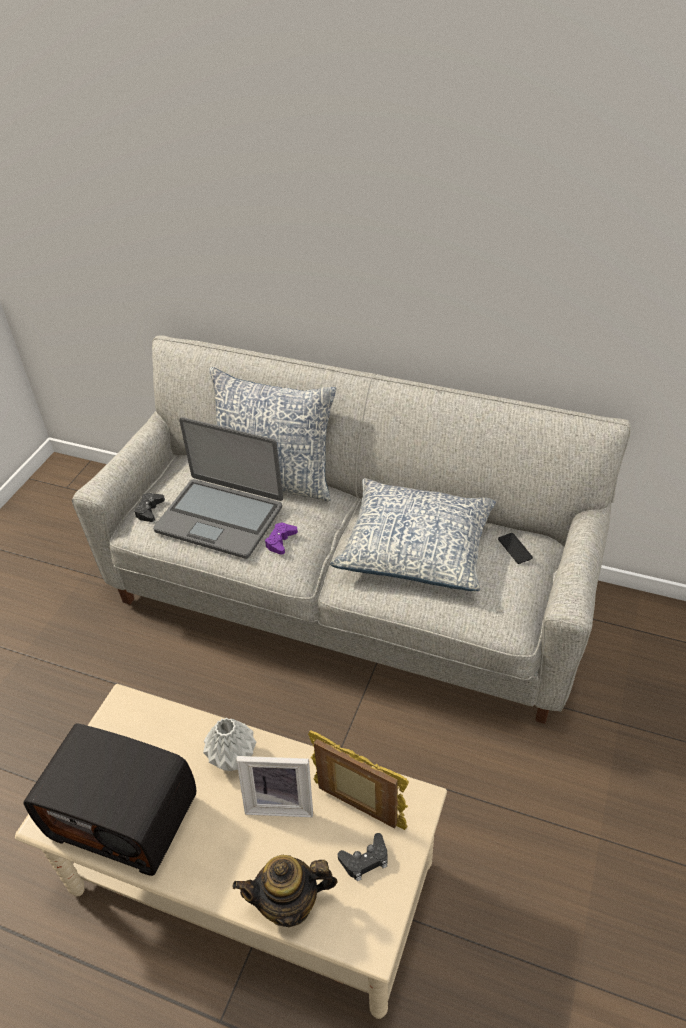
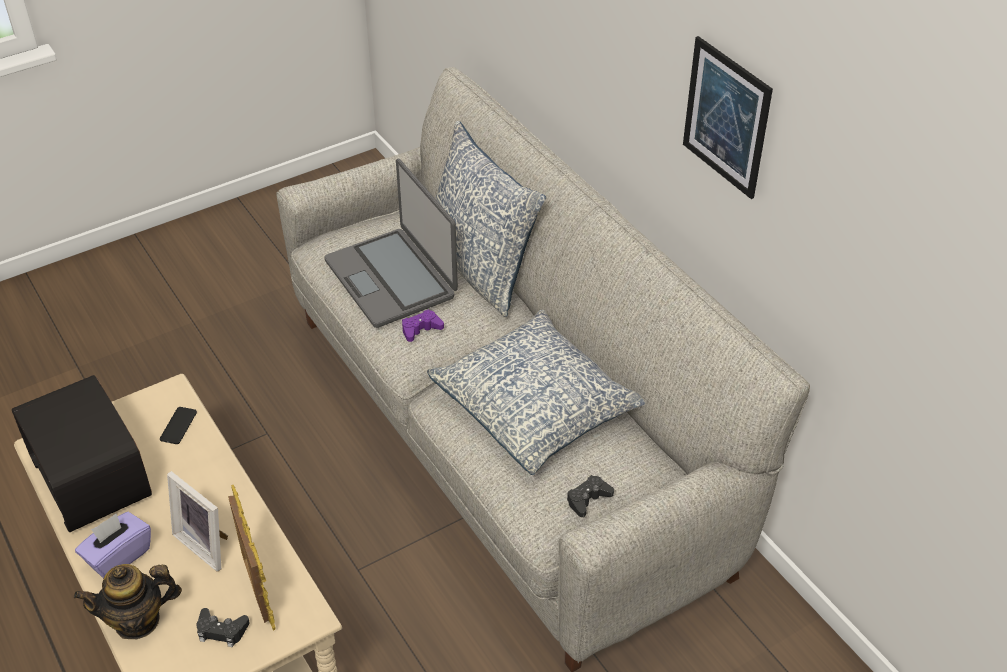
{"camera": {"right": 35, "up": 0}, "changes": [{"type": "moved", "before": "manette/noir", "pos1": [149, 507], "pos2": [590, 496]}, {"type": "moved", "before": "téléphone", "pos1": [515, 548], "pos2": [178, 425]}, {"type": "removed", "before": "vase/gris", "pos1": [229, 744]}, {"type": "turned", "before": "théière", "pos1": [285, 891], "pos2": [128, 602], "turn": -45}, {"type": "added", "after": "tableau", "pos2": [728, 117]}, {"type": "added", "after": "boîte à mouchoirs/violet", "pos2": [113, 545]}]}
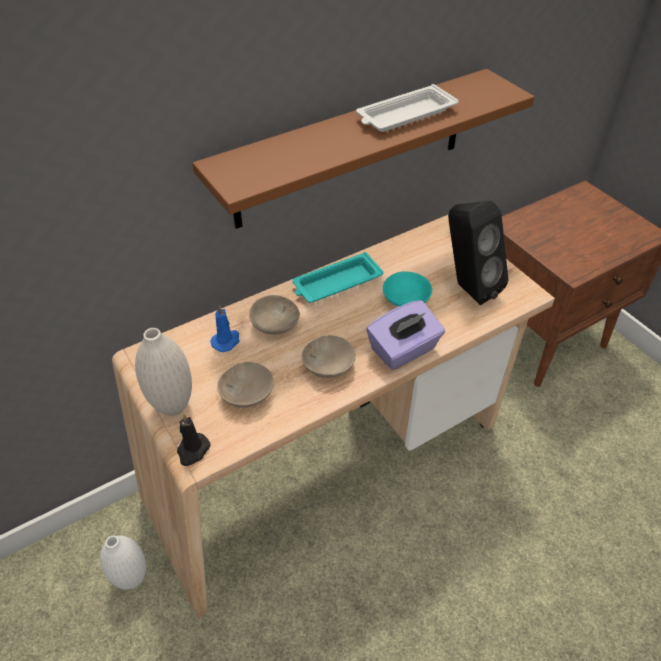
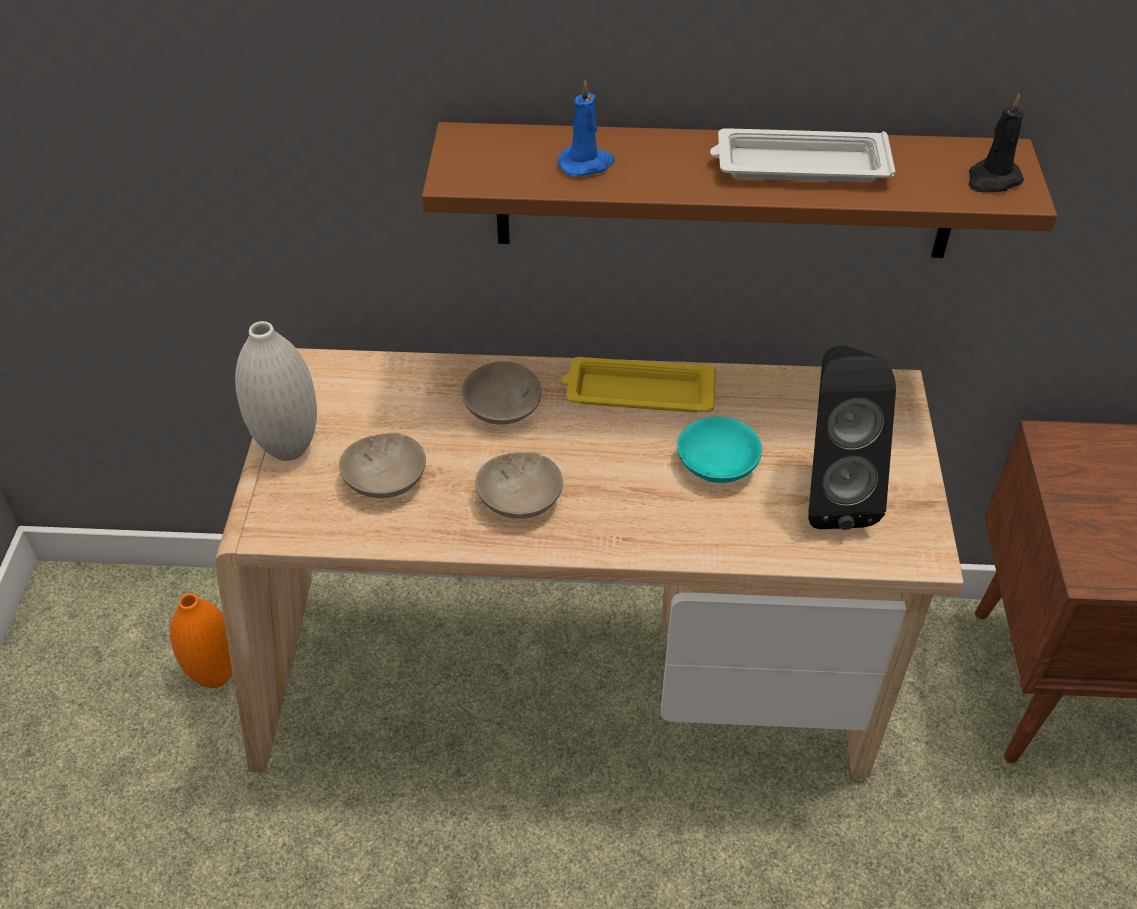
{"camera": {"right": 35, "up": 0}, "changes": [{"type": "recoloured", "before": "plateau/turquoise", "after": "plateau/jaune", "pos1": [338, 277], "pos2": [639, 384]}, {"type": "removed", "before": "boîte à mouchoirs/violet", "pos1": [405, 335]}, {"type": "moved", "before": "bougie/bleu", "pos1": [225, 328], "pos2": [586, 128]}, {"type": "moved", "before": "bougie/noir", "pos1": [193, 440], "pos2": [996, 143]}, {"type": "recoloured", "before": "vase/blanc", "after": "vase/orange", "pos1": [123, 563], "pos2": [201, 641]}]}
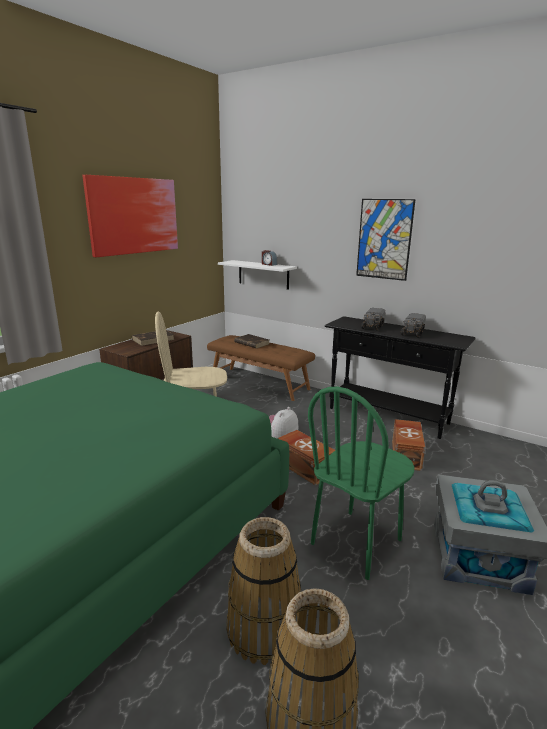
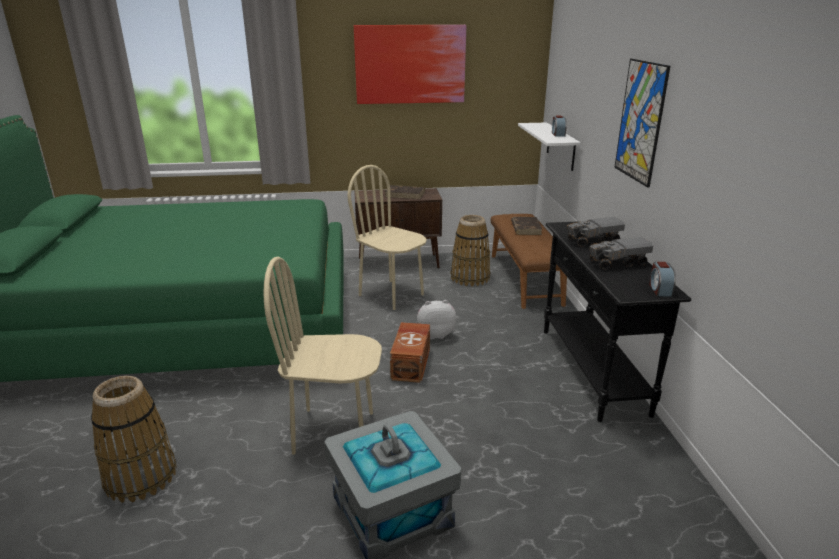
{"camera": {"right": 50, "up": 5}, "changes": [{"type": "recoloured", "before": "chaise/vert", "after": "chaise/beige", "pos1": [361, 483], "pos2": [323, 356]}, {"type": "removed", "before": "boîte de rangement/marron", "pos1": [408, 445]}, {"type": "moved", "before": "panier", "pos1": [263, 591], "pos2": [470, 251]}, {"type": "added", "after": "réveil", "pos2": [662, 279]}]}
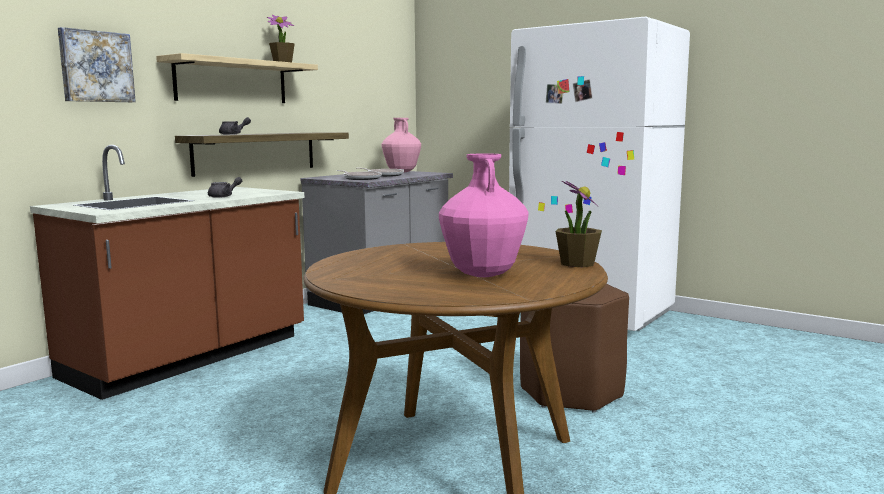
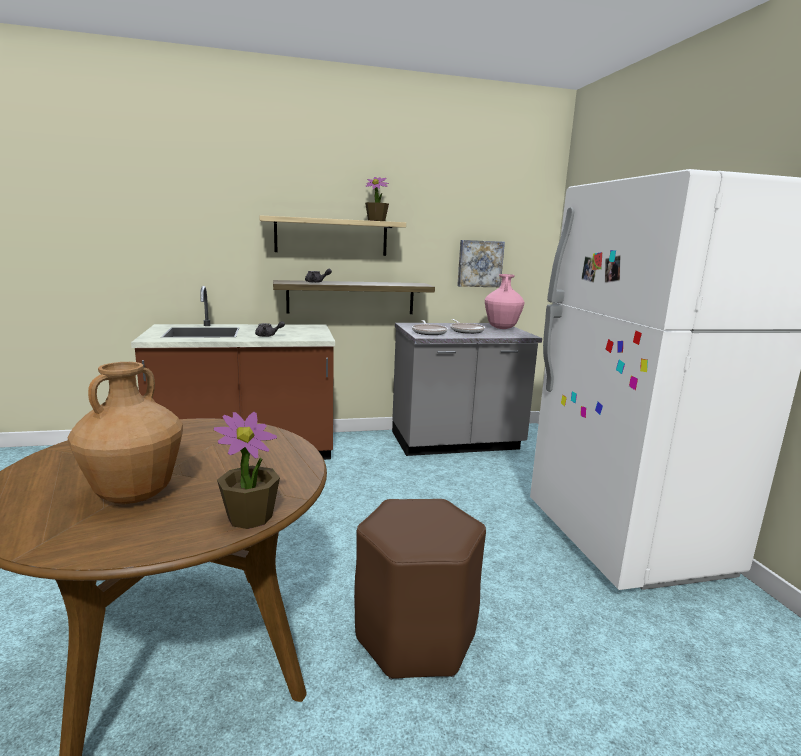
{"camera": {"right": 40, "up": 5}, "changes": [{"type": "moved", "before": "tableau", "pos1": [97, 64], "pos2": [481, 263]}, {"type": "recoloured", "before": "vase/rose", "after": "vase/marron", "pos1": [483, 215], "pos2": [125, 433]}]}
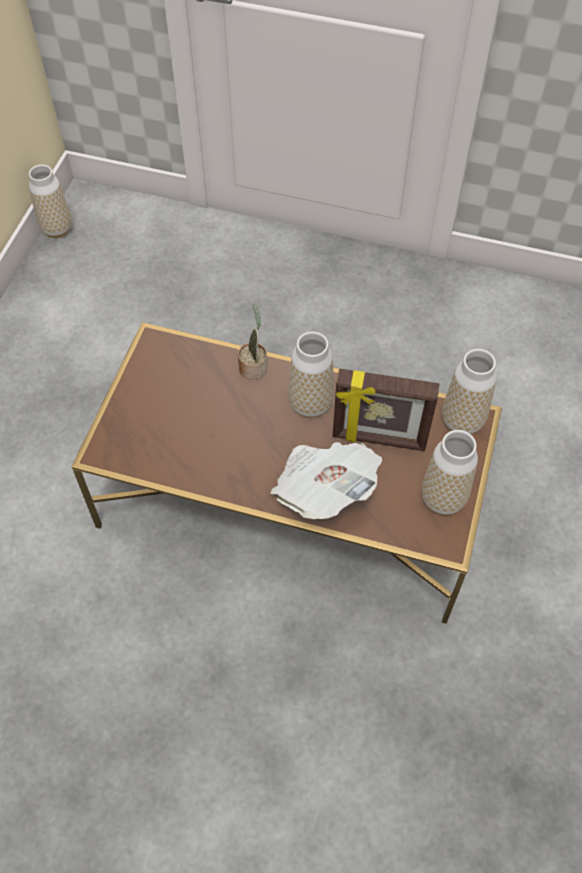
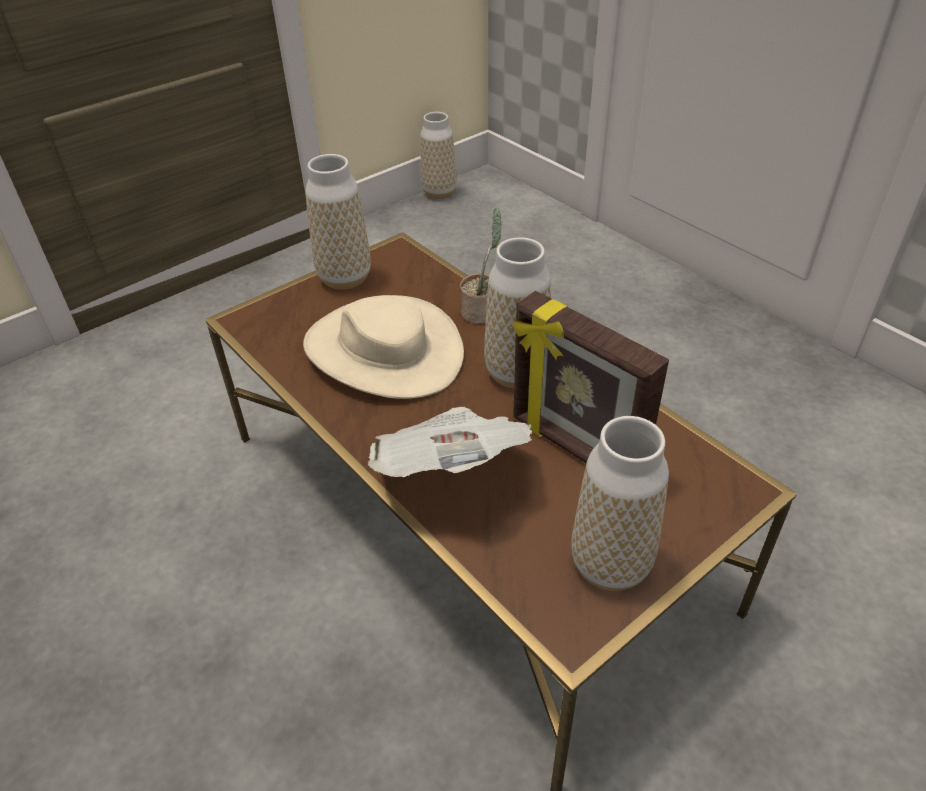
{"camera": {"right": 35, "up": -15}, "changes": [{"type": "moved", "before": "vase", "pos1": [469, 391], "pos2": [338, 222]}, {"type": "added", "after": "chapeau/beige", "pos2": [383, 347]}]}
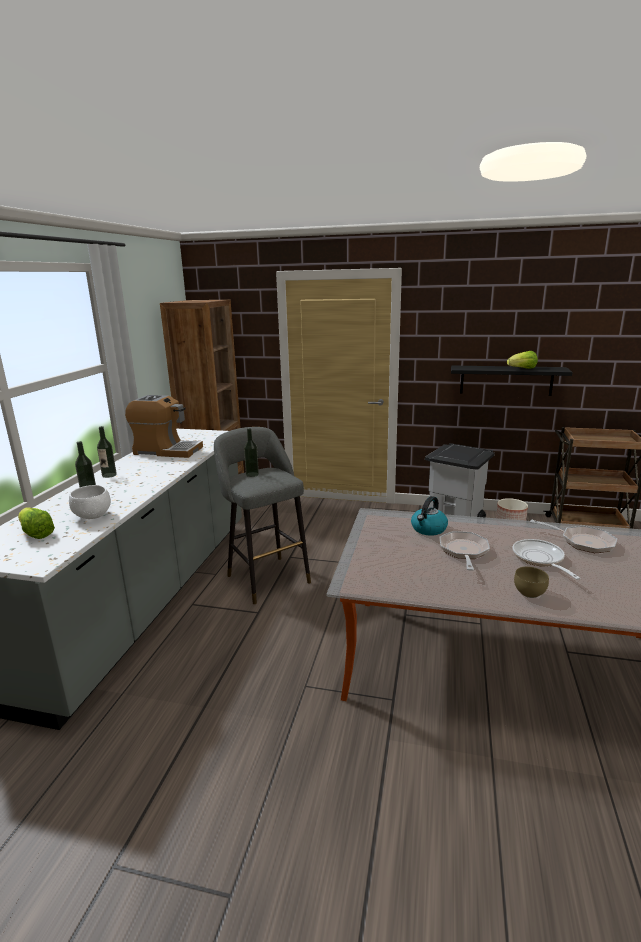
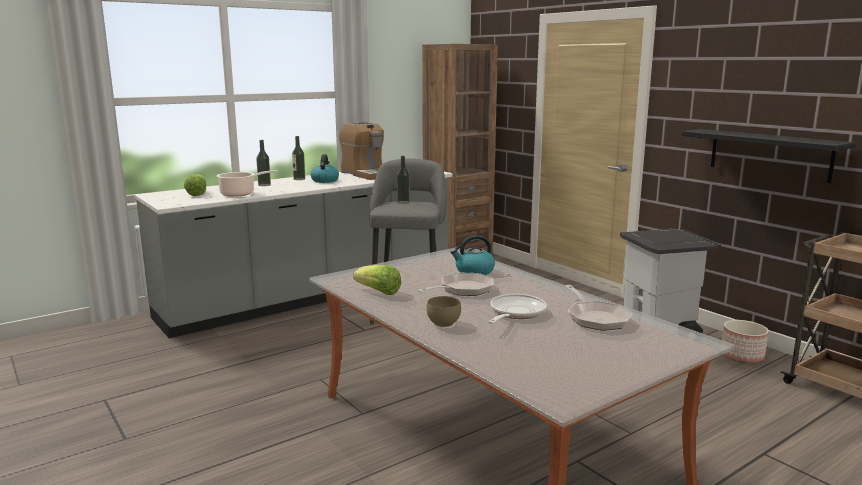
{"camera": {"right": 40, "up": -5}, "changes": [{"type": "moved", "before": "laitue", "pos1": [522, 360], "pos2": [377, 280]}, {"type": "replaced", "before": "bol/blanc", "after": "marmite", "pos1": [90, 502], "pos2": [247, 183]}, {"type": "added", "after": "bouilloire", "pos2": [325, 168]}]}
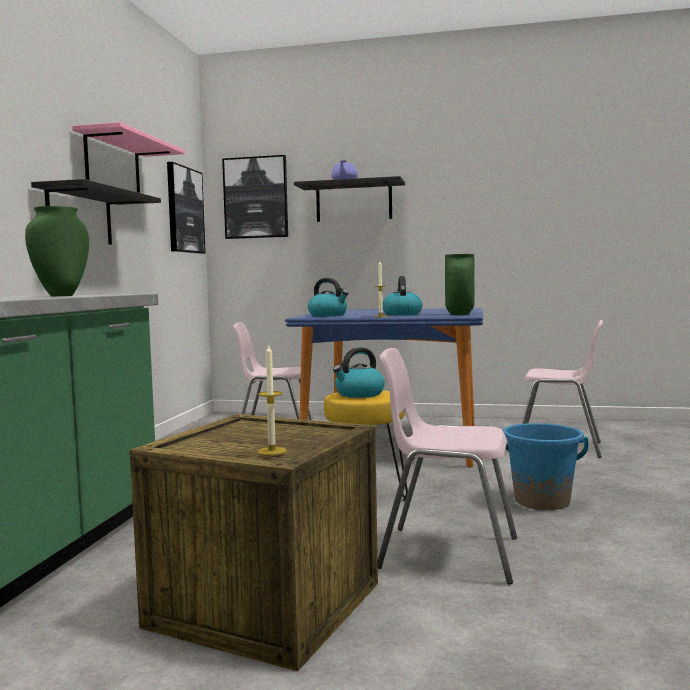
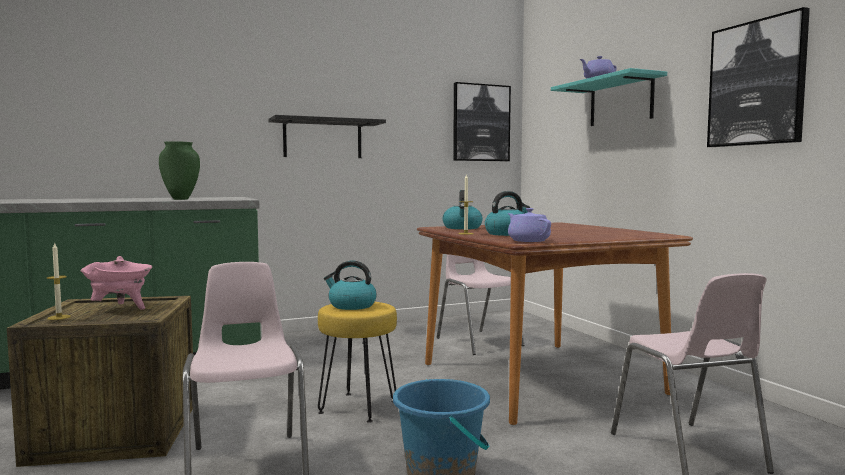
{"camera": {"right": 55, "up": 0}, "changes": [{"type": "removed", "before": "étagère/rose", "pos1": [128, 157]}, {"type": "moved", "before": "tableau", "pos1": [255, 197], "pos2": [758, 77]}, {"type": "recoloured", "before": "étagère/noir", "after": "étagère/turquoise", "pos1": [349, 199], "pos2": [609, 97]}, {"type": "replaced", "before": "vase/vert", "after": "théière/violet", "pos1": [459, 284], "pos2": [529, 225]}, {"type": "recoloured", "before": "table à manger/bleu", "after": "table à manger/marron", "pos1": [384, 388], "pos2": [555, 323]}, {"type": "added", "after": "marmite/rose", "pos2": [116, 283]}]}
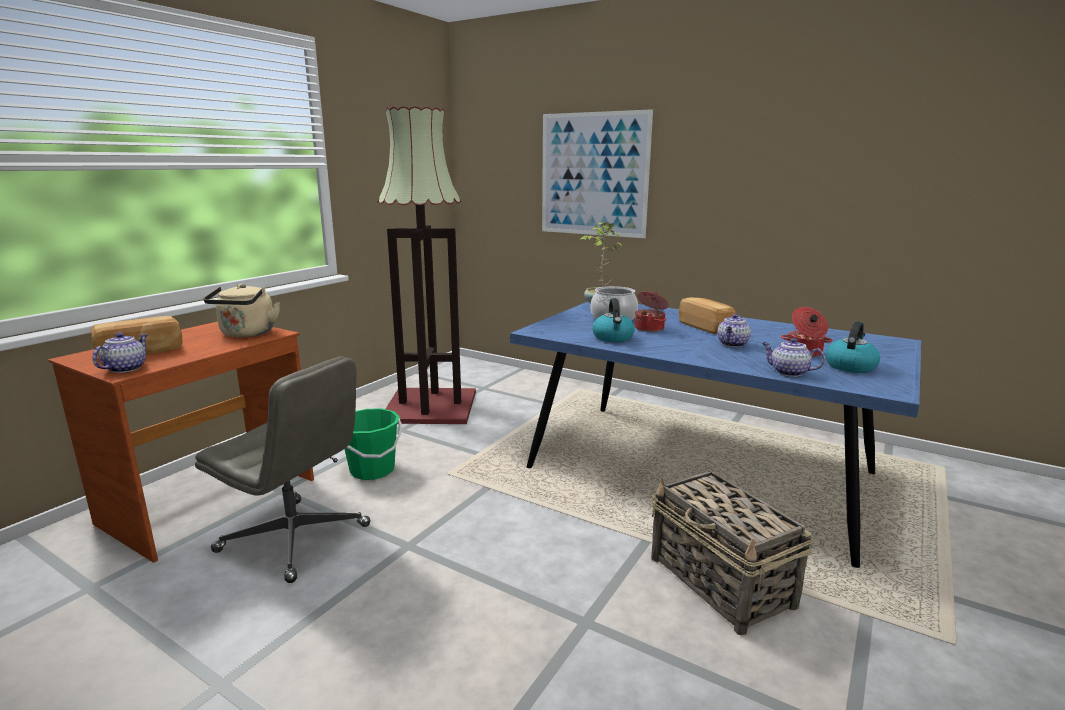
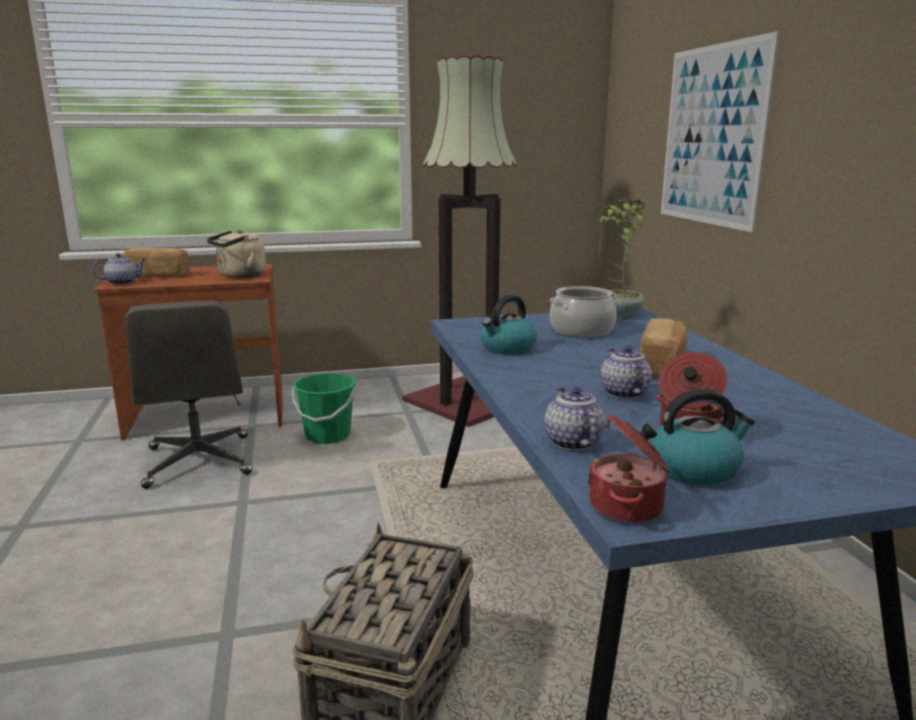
{"camera": {"right": 45, "up": 0}, "changes": [{"type": "moved", "before": "marmite", "pos1": [652, 311], "pos2": [628, 468]}, {"type": "turned", "before": "théière", "pos1": [734, 330], "pos2": [626, 372], "turn": 90}]}
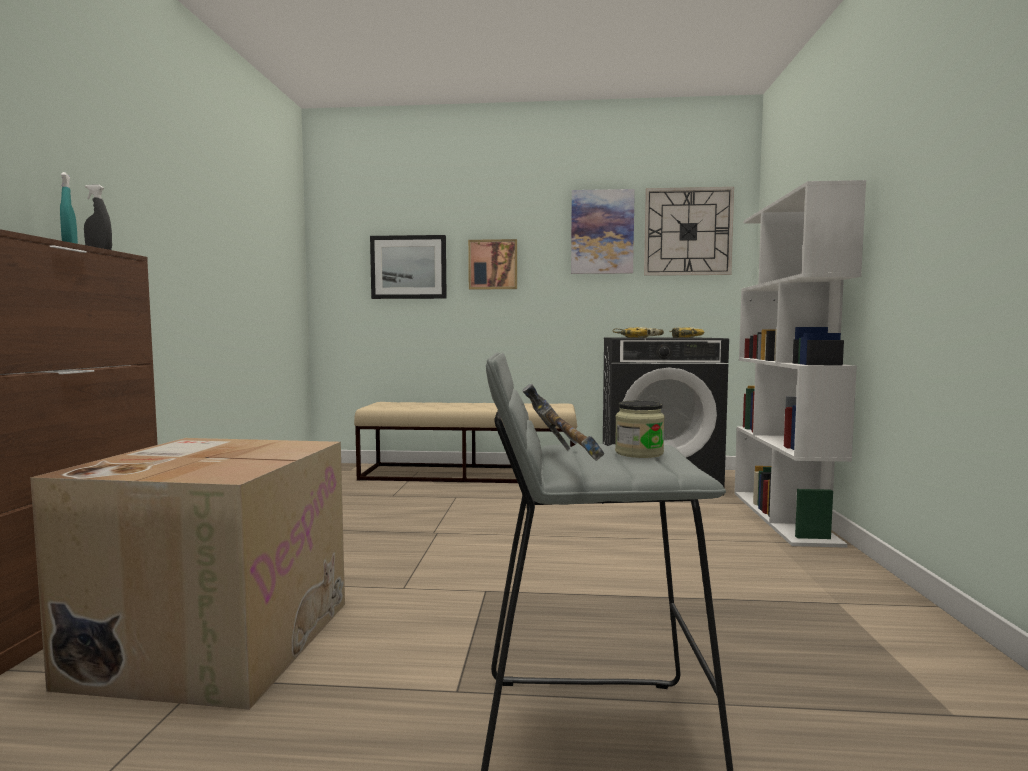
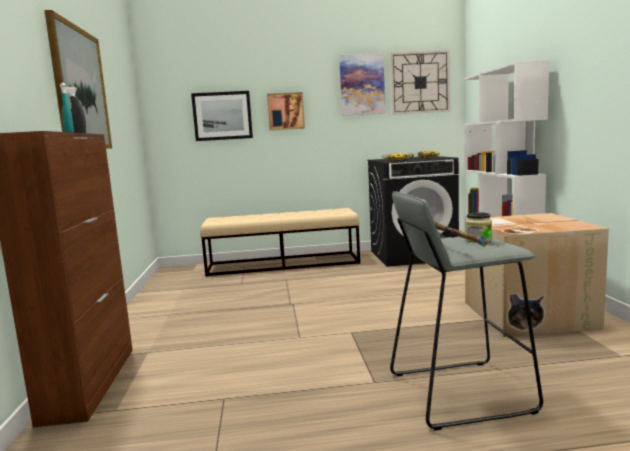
{"camera": {"right": -10, "up": 5}, "changes": [{"type": "moved", "before": "carton", "pos1": [187, 574], "pos2": [537, 275]}, {"type": "added", "after": "tableau", "pos2": [78, 79]}]}
